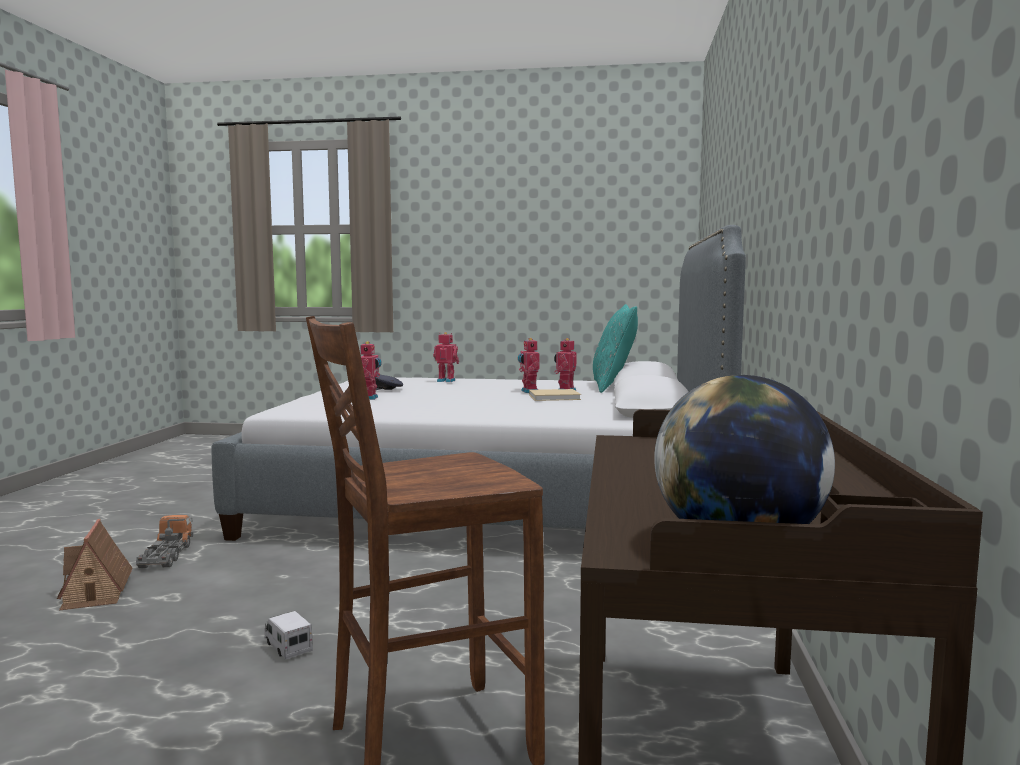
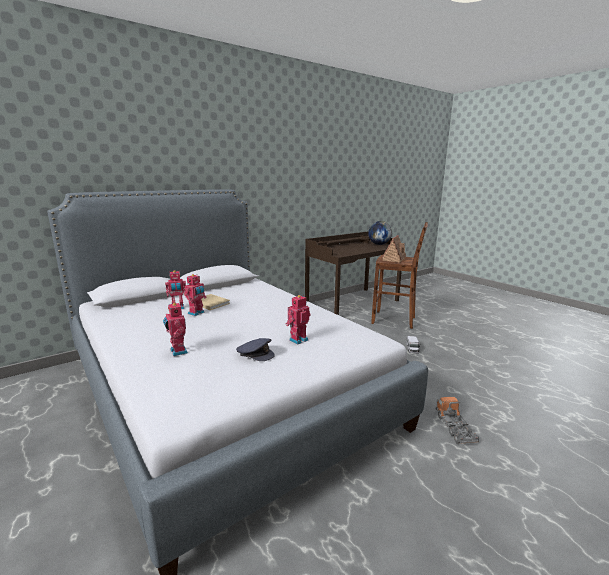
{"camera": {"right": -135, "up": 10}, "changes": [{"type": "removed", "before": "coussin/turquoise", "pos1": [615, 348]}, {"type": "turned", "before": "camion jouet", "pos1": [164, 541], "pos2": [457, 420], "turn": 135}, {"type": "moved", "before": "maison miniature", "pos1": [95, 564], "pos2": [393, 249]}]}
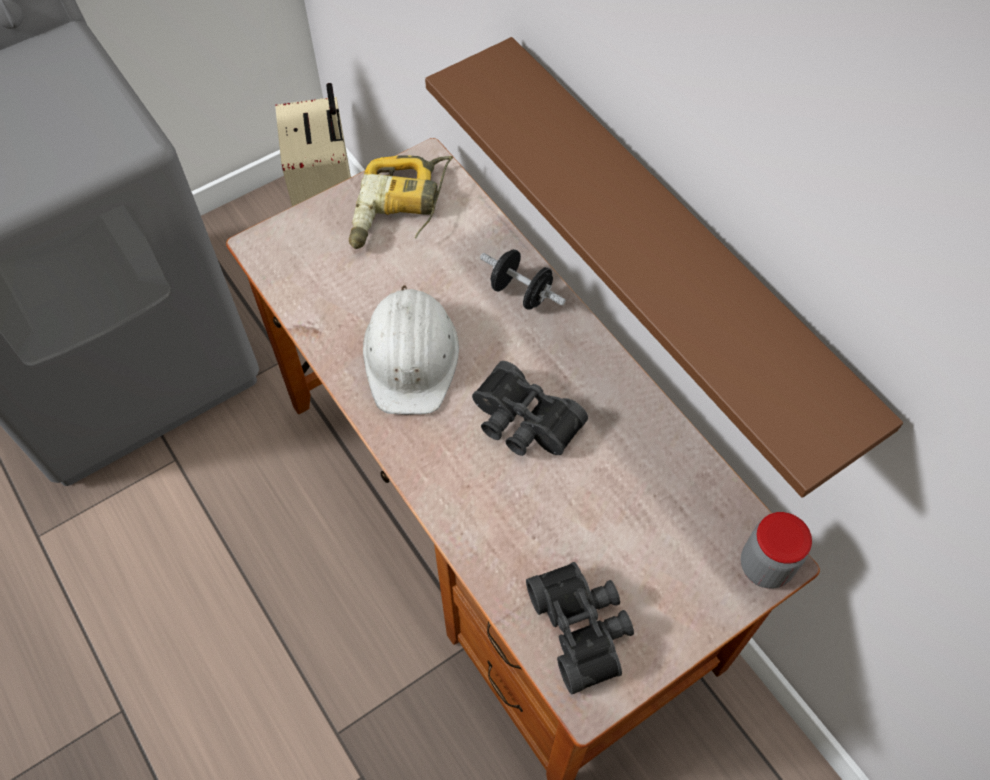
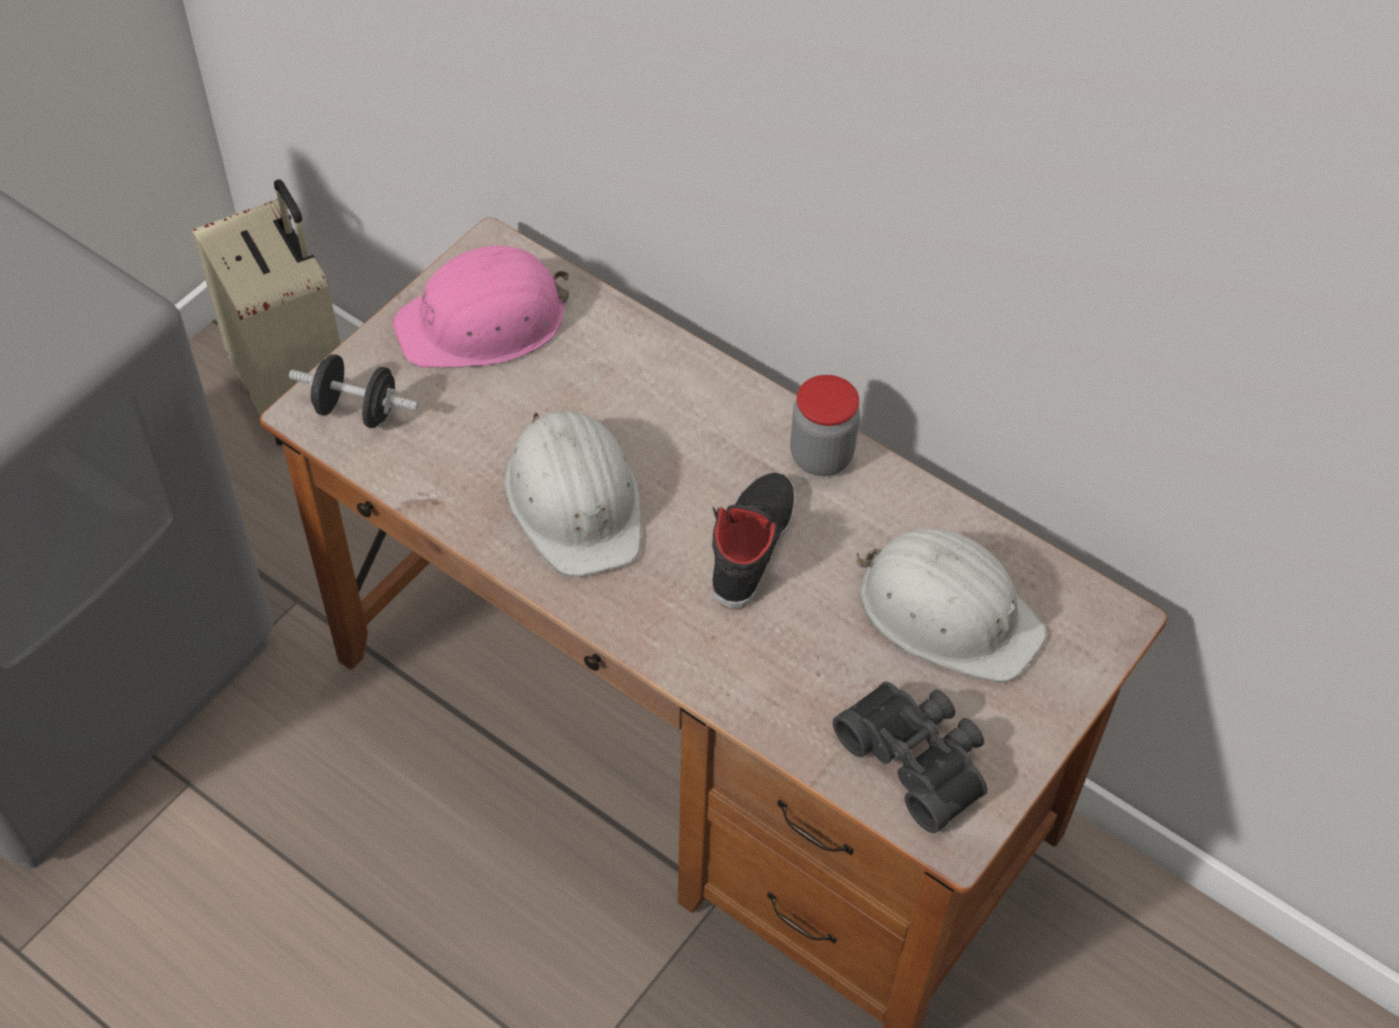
{"camera": {"right": -20, "up": -5}, "changes": [{"type": "removed", "before": "étagère/marron", "pos1": [664, 267]}, {"type": "replaced", "before": "perceuse", "after": "casque de chantier/rose", "pos1": [401, 202], "pos2": [481, 307]}, {"type": "moved", "before": "haltère/noir", "pos1": [523, 279], "pos2": [354, 391]}, {"type": "replaced", "before": "jumelles/noir", "after": "chaussure/noir", "pos1": [530, 408], "pos2": [753, 540]}, {"type": "moved", "before": "bocal", "pos1": [776, 550], "pos2": [825, 425]}, {"type": "added", "after": "casque de chantier/blanc", "pos2": [951, 605]}]}
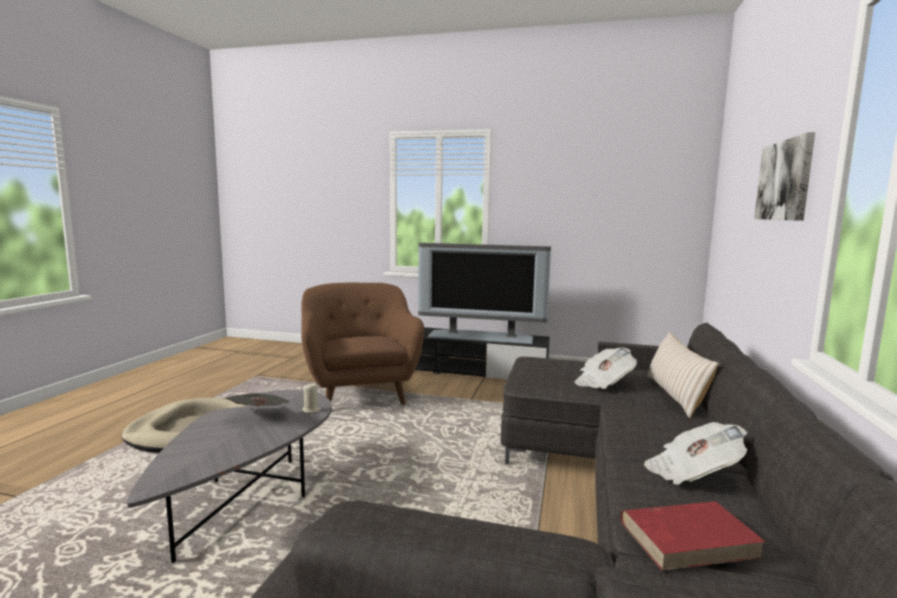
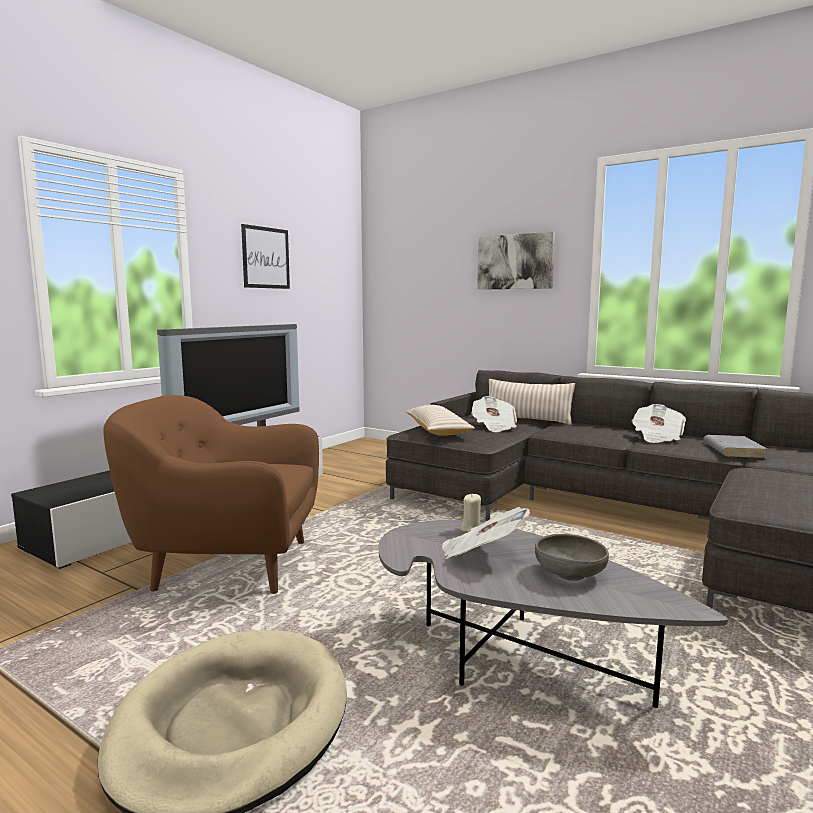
{"camera": {"right": -70, "up": 0}, "changes": [{"type": "recoloured", "before": "livre/rouge", "after": "livre/gris", "pos1": [693, 536], "pos2": [735, 446]}, {"type": "added", "after": "tableau", "pos2": [265, 256]}, {"type": "added", "after": "coussin/beige", "pos2": [440, 420]}, {"type": "added", "after": "bol/gris", "pos2": [572, 557]}]}
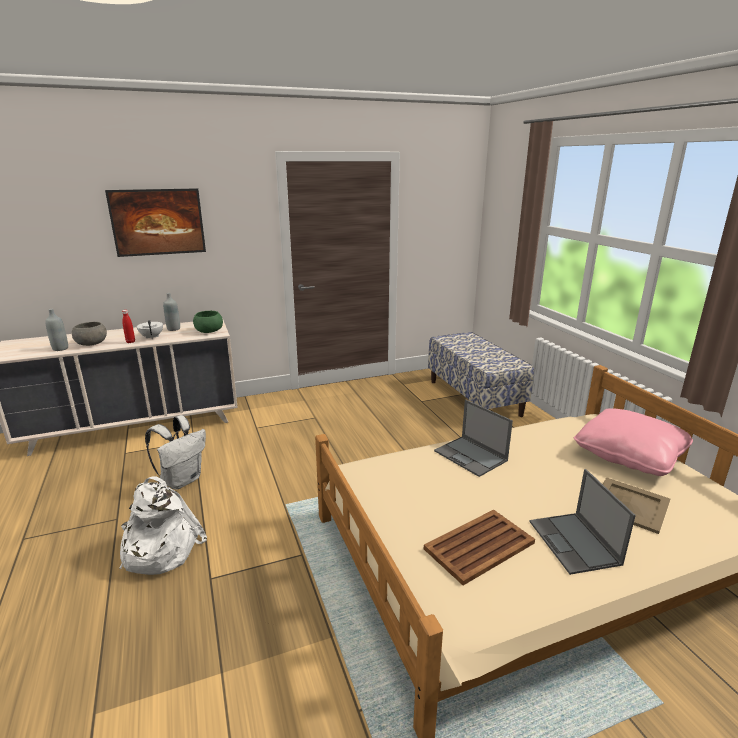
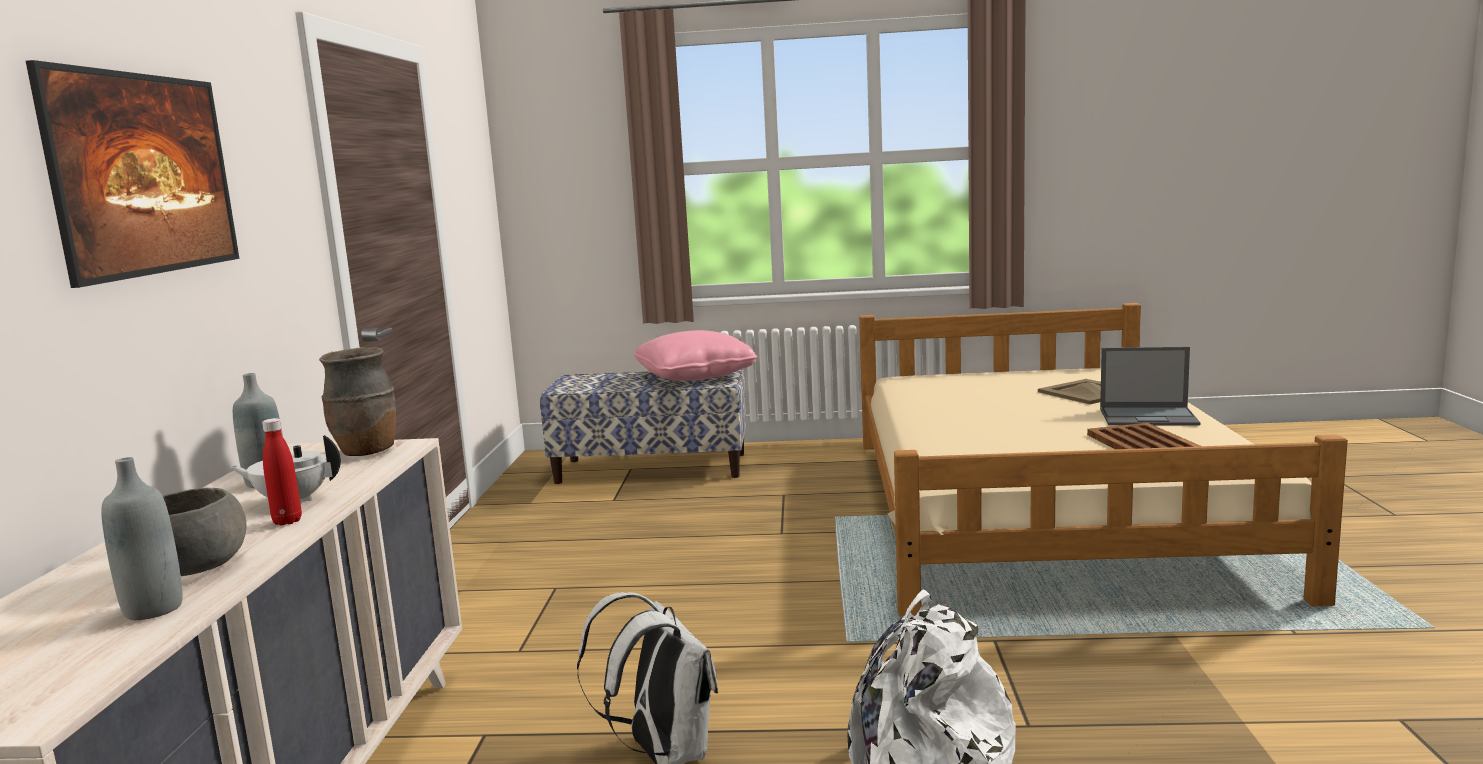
{"camera": {"right": -65, "up": -10}, "changes": [{"type": "replaced", "before": "bol/vert", "after": "vase/marron", "pos1": [208, 322], "pos2": [357, 401]}, {"type": "removed", "before": "ordinateur portable", "pos1": [473, 438]}, {"type": "moved", "before": "coussin/rose", "pos1": [633, 442], "pos2": [695, 355]}]}
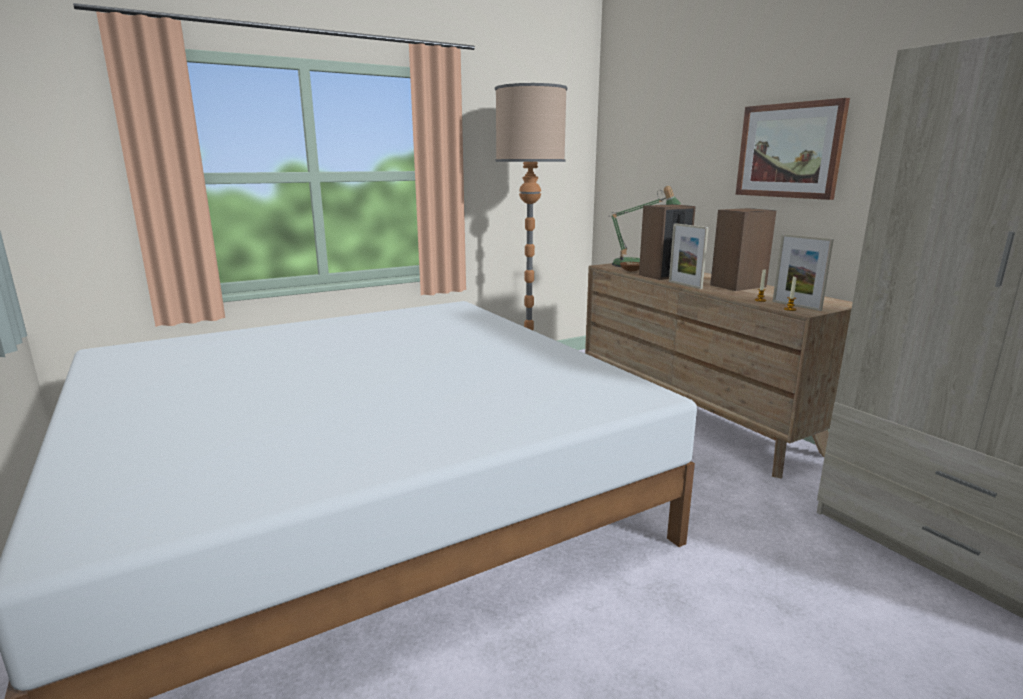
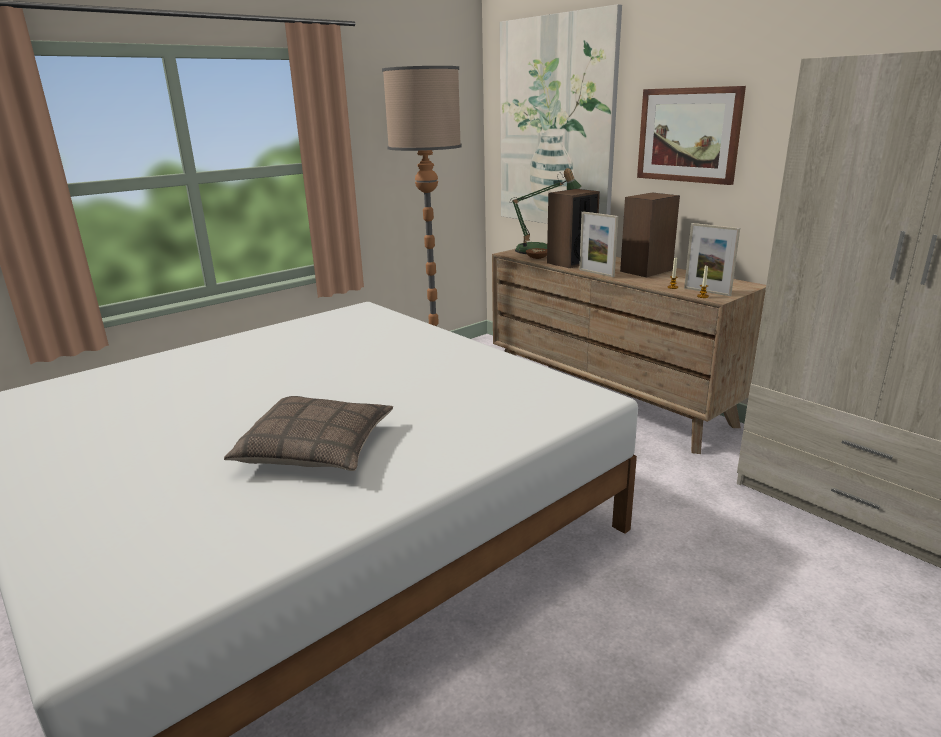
{"camera": {"right": -10, "up": 5}, "changes": [{"type": "added", "after": "tableau", "pos2": [561, 114]}, {"type": "added", "after": "coussin", "pos2": [308, 433]}]}
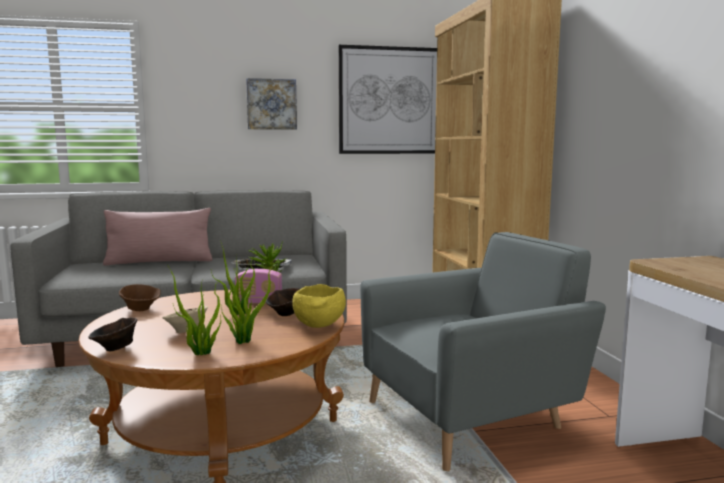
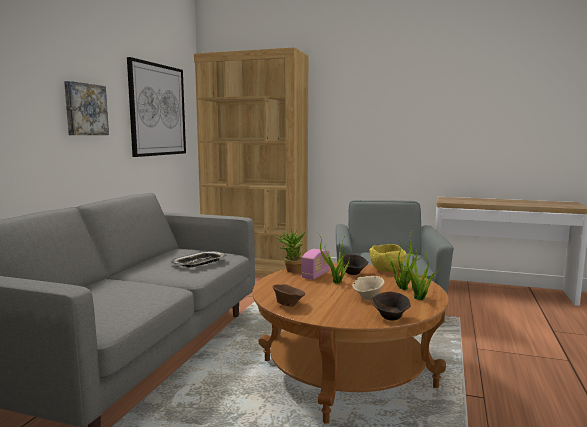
{"camera": {"right": -60, "up": 0}, "changes": [{"type": "removed", "before": "coussin/rose", "pos1": [158, 236]}]}
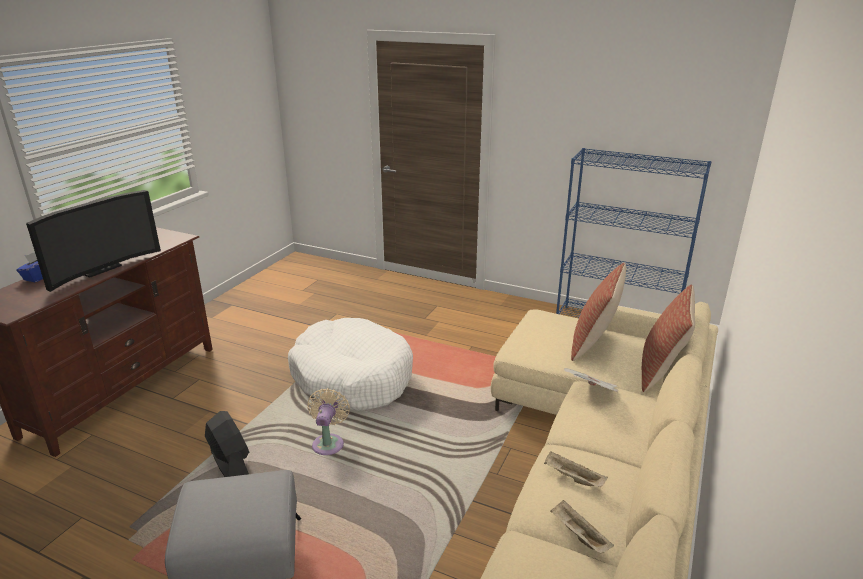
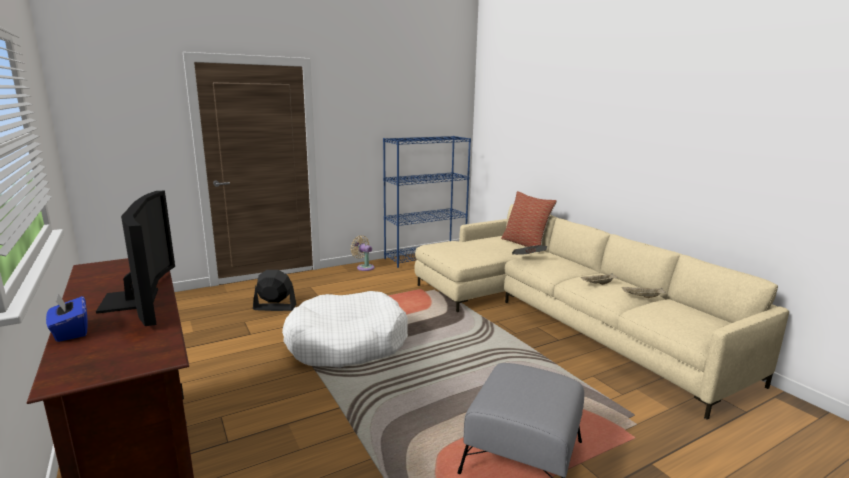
{"camera": {"right": -55, "up": -10}, "changes": [{"type": "removed", "before": "coussin", "pos1": [598, 312]}, {"type": "moved", "before": "ventilateur/beige", "pos1": [329, 421], "pos2": [362, 253]}, {"type": "moved", "before": "ventilateur/noir", "pos1": [227, 444], "pos2": [274, 290]}]}
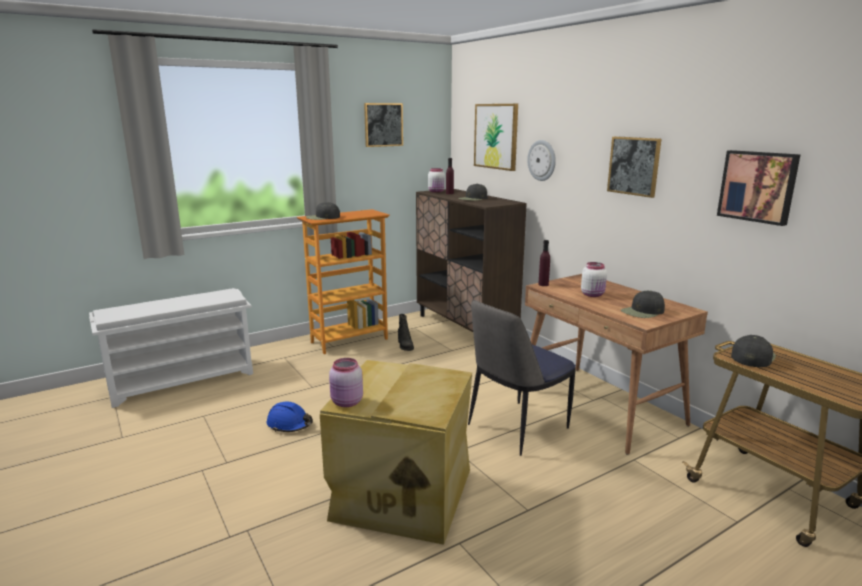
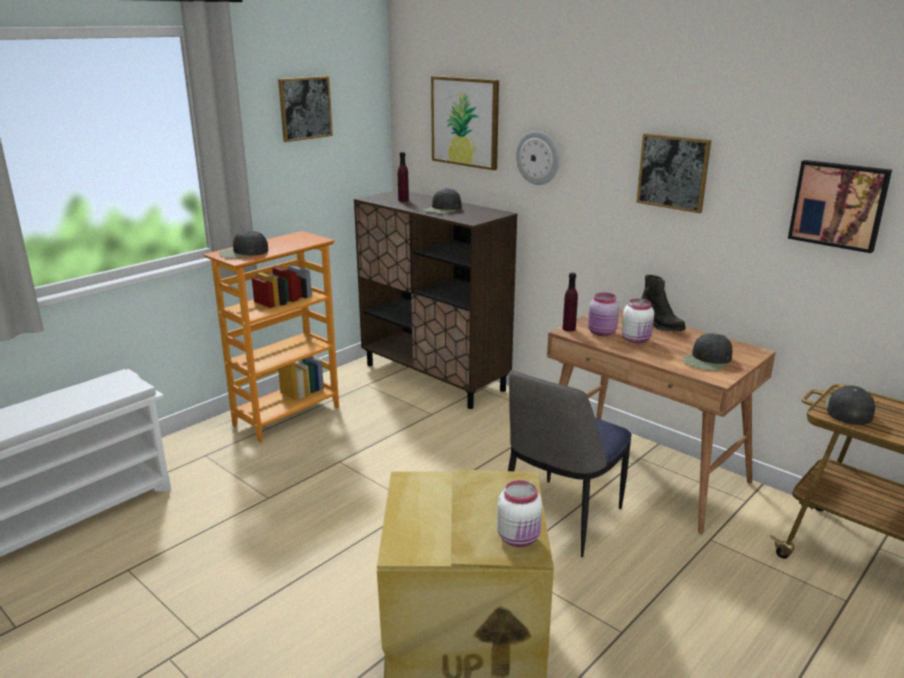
{"camera": {"right": -15, "up": 5}, "changes": [{"type": "moved", "before": "bocal/blanc", "pos1": [436, 180], "pos2": [519, 513]}, {"type": "moved", "before": "botte/noir", "pos1": [406, 332], "pos2": [663, 303]}, {"type": "moved", "before": "bocal/rose", "pos1": [346, 382], "pos2": [603, 314]}, {"type": "removed", "before": "casque de chantier/bleu", "pos1": [289, 417]}]}
